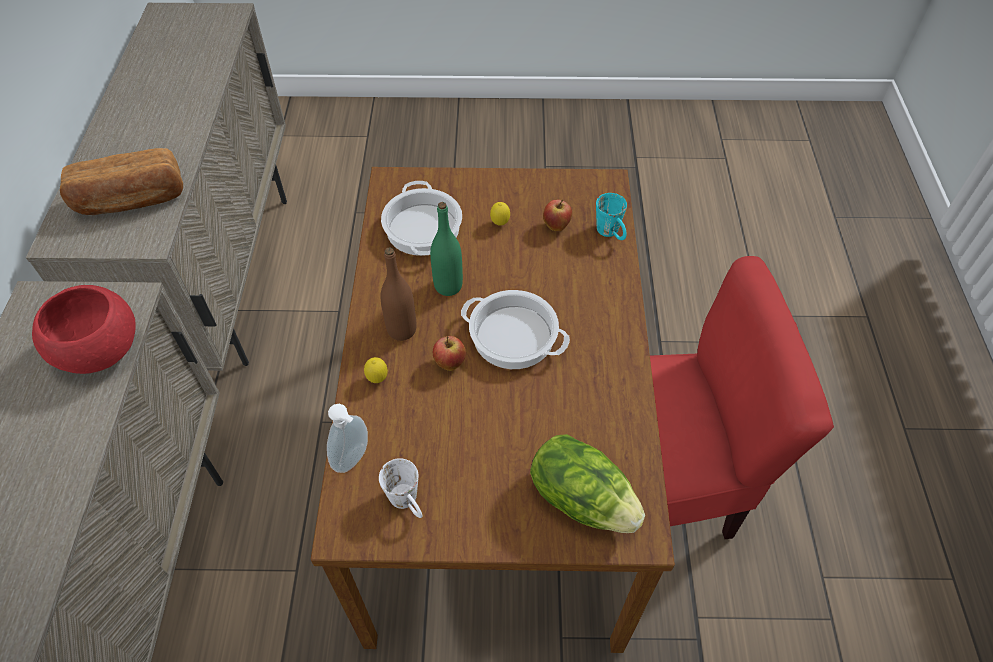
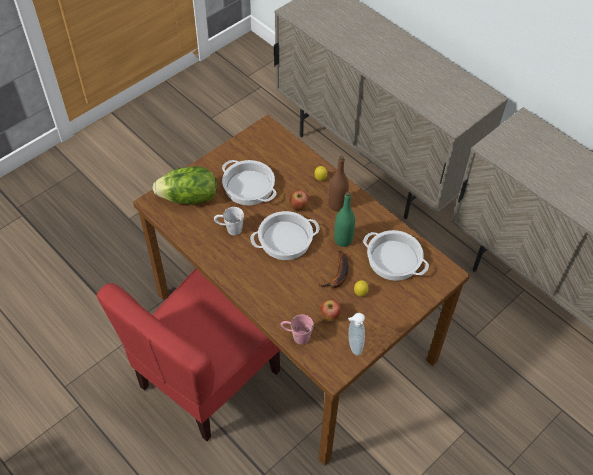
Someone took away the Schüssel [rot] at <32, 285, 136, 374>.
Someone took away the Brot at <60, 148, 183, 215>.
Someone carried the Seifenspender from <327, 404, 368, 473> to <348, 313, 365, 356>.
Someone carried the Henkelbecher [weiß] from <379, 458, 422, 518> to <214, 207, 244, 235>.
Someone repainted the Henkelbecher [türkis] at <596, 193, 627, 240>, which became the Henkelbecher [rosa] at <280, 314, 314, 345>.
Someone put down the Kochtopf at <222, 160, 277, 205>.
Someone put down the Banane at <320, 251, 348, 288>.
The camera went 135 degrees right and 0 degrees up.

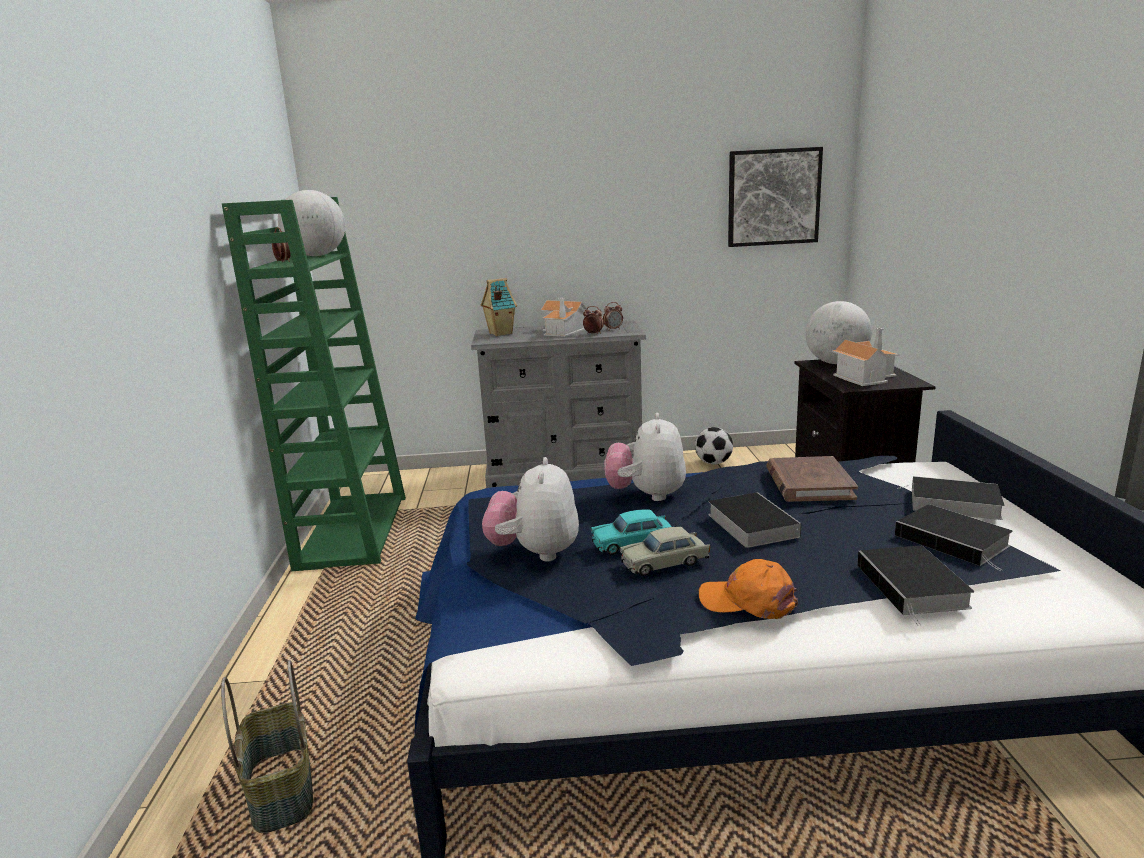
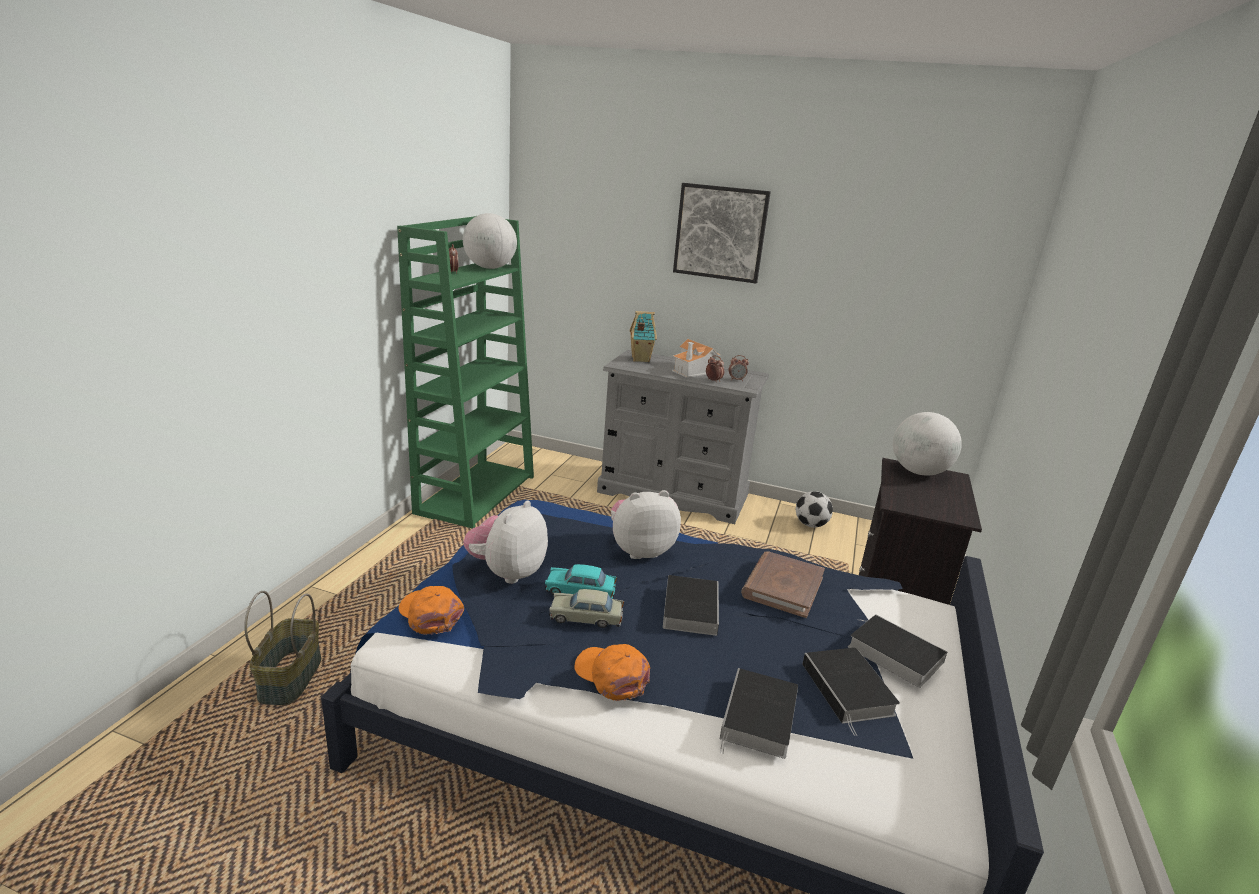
Someone rotated the Plüschtier at <604, 413, 686, 501> by 45 degrees clockwise.
Someone carried the Bild from <728, 147, 823, 247> to <673, 183, 771, 283>.
Someone took away the Spielzeughaus at <832, 328, 900, 386>.
Someone put down the Kappe [orange] at <399, 586, 464, 635>.
The camera went 20 degrees right and 5 degrees up.

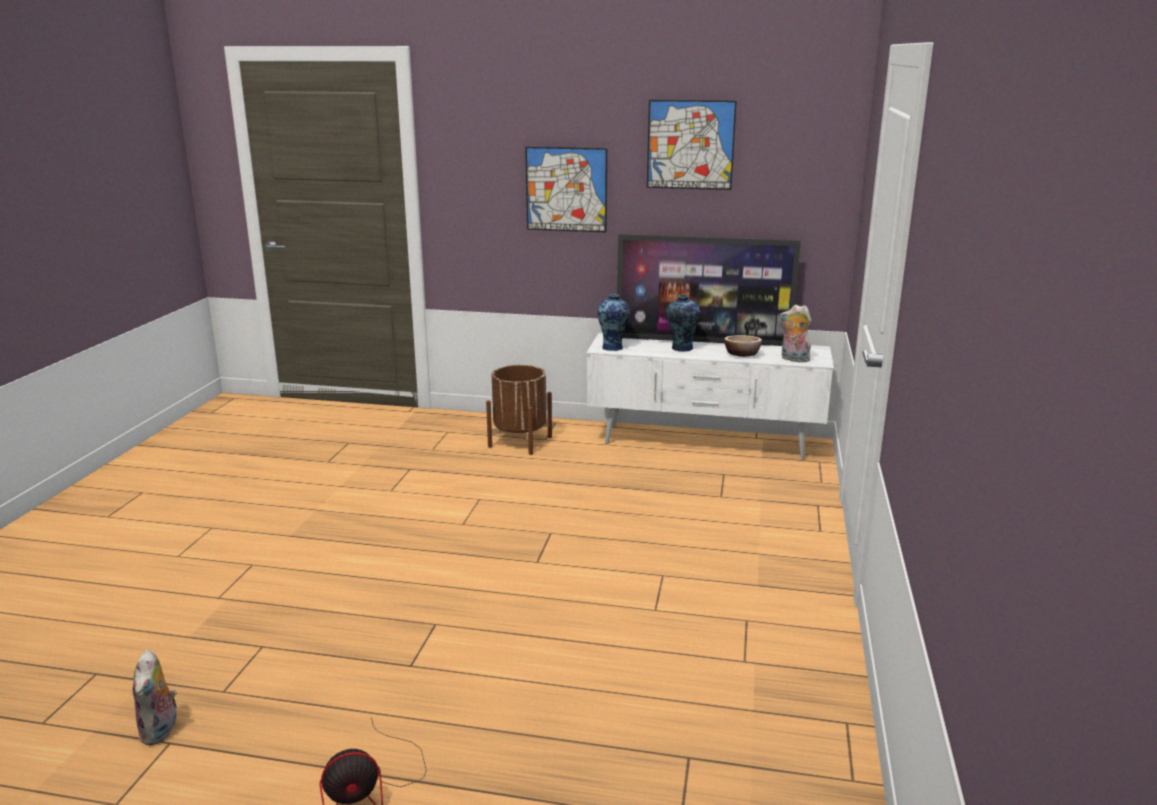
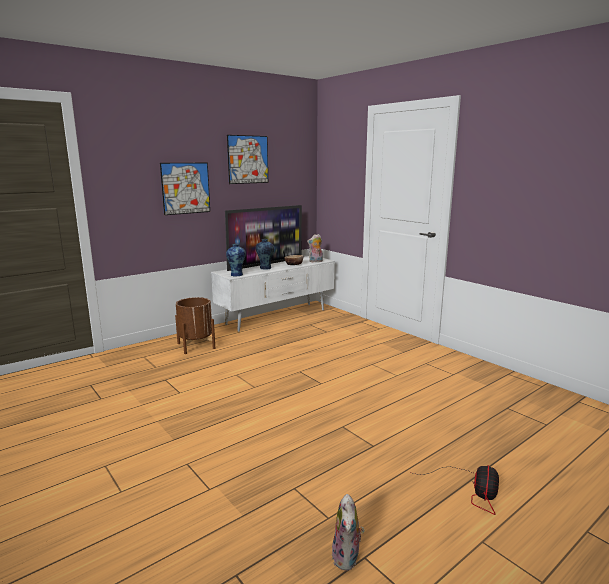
Someone rotated the Plüschtier at <133, 650, 177, 745> by 60 degrees clockwise.
The camera went 50 degrees left and 5 degrees down.

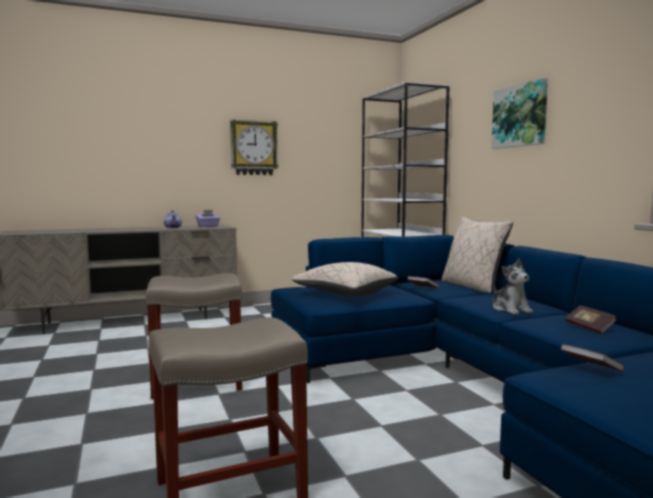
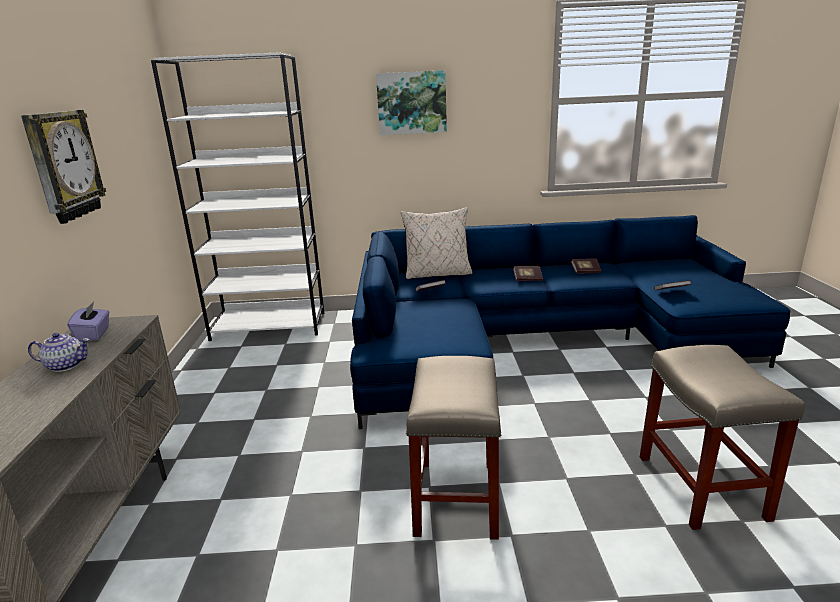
Someone took away the Kissen [beige] at <291, 262, 398, 296>.
Someone swapped the Plüschtier at <493, 258, 533, 314> for the Buch at <513, 266, 543, 281>.
The camera went 70 degrees left and 15 degrees up.

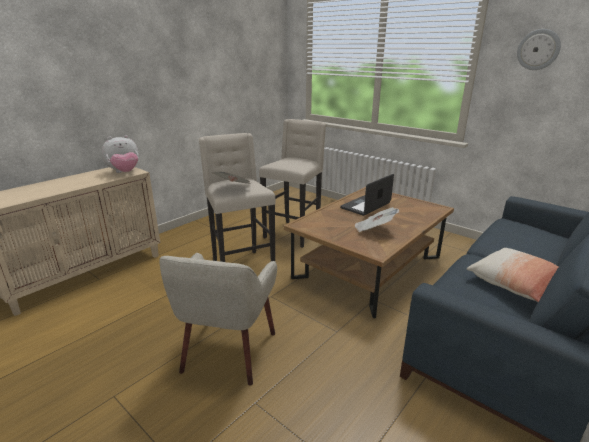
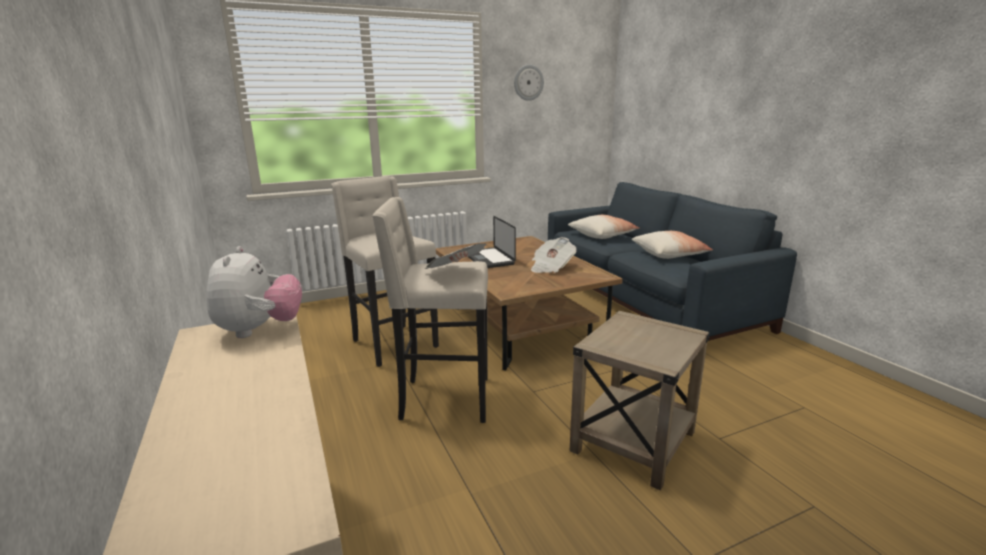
Someone swapped the Sessel [beige] at <159, 253, 277, 386> for the Beistelltisch [beige] at <570, 311, 710, 490>.
Someone put down the Kissen at <568, 215, 640, 239>.
The camera went 65 degrees left and 5 degrees down.

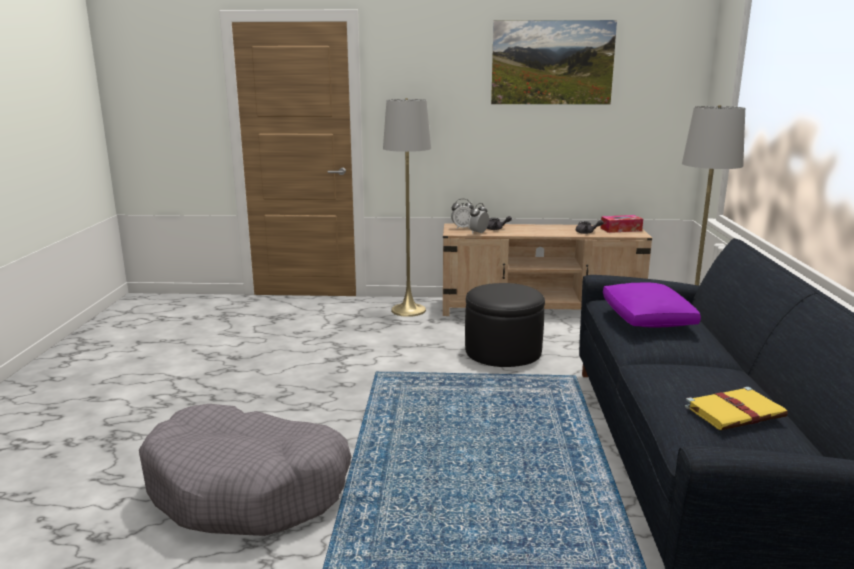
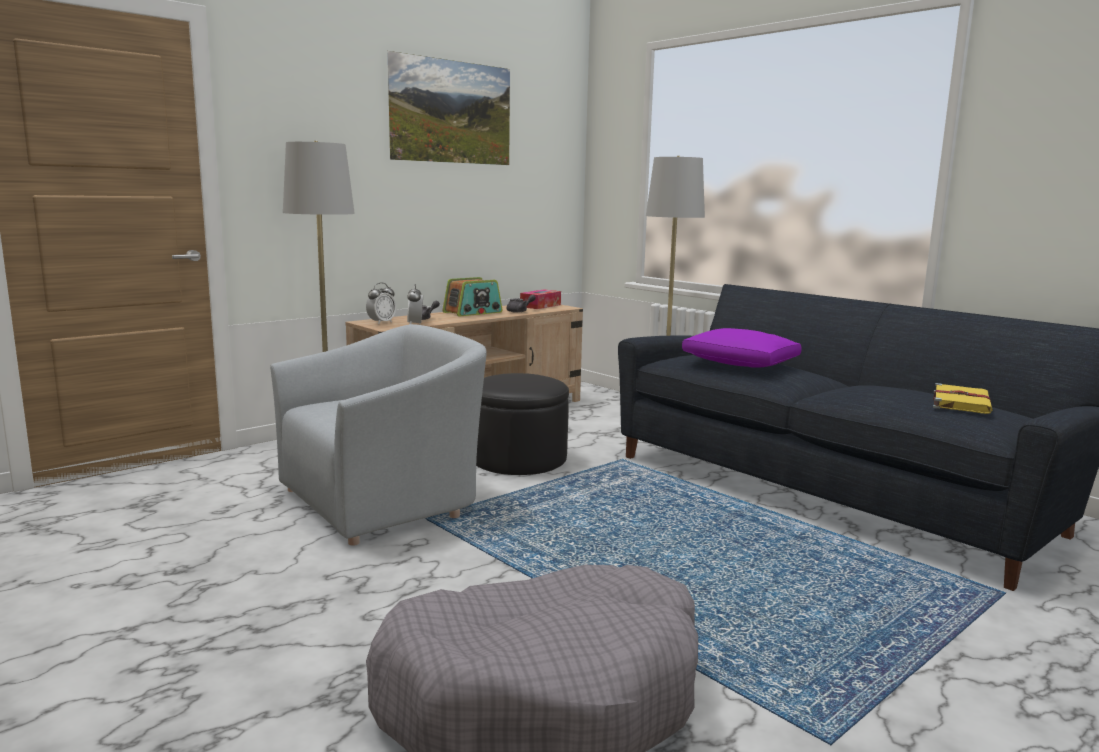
Someone put down the Sessel [grau] at <270, 324, 487, 546>.
Someone put down the Radio at <442, 277, 503, 316>.
The camera went 45 degrees left and 5 degrees down.

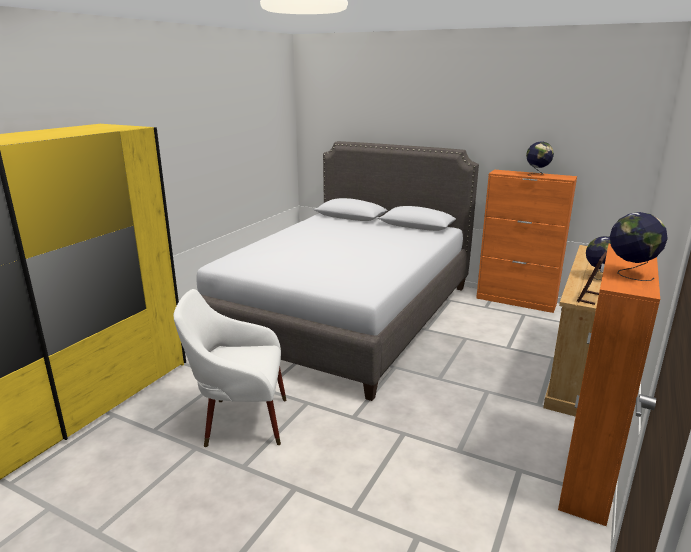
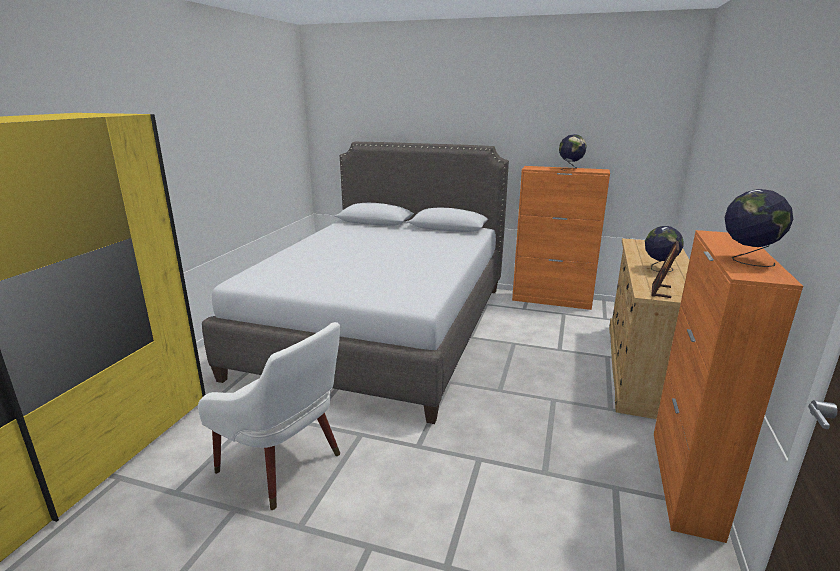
Someone rotated the Sessel [weiß] at <173, 289, 287, 447> by 135 degrees counterclockwise.
The camera went 10 degrees left and 0 degrees up.

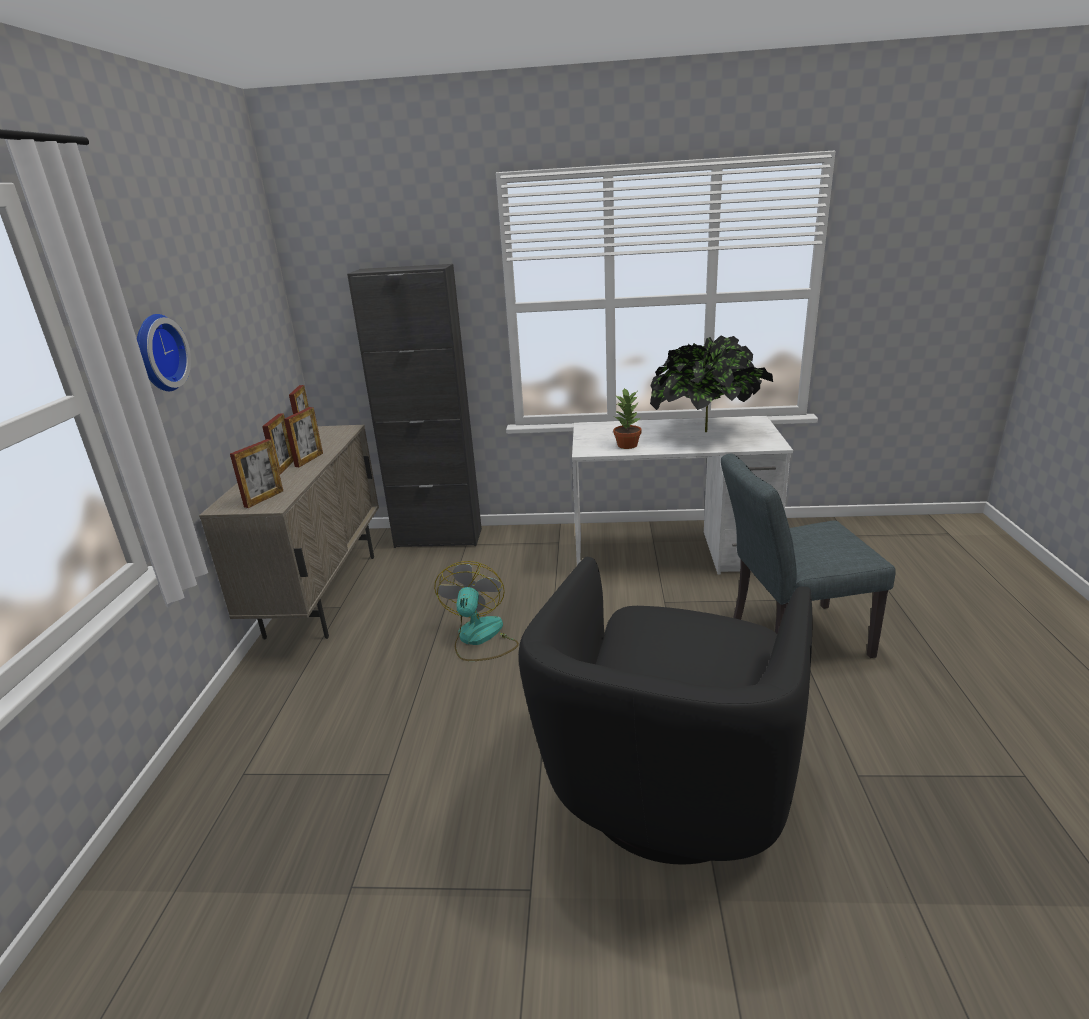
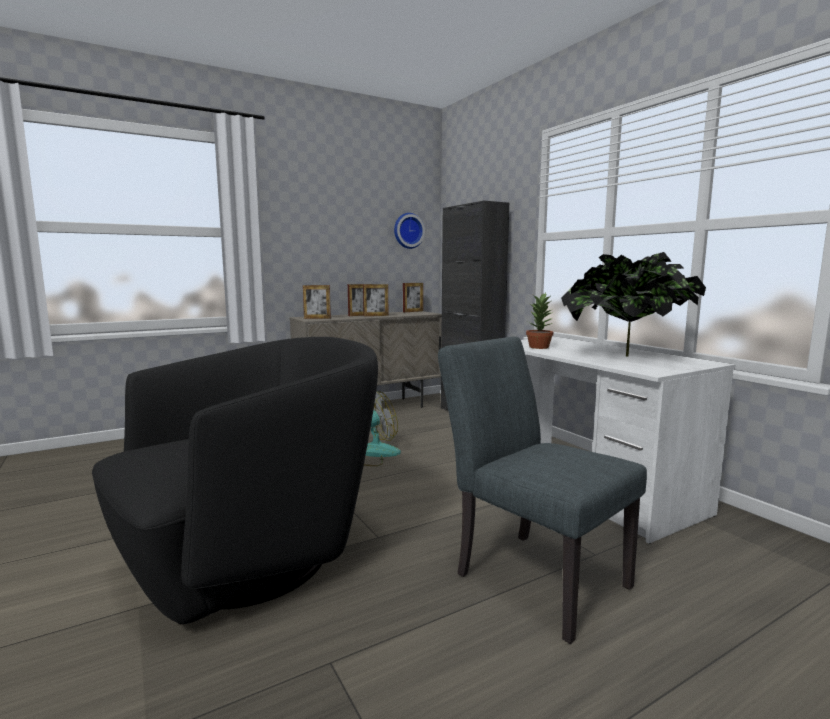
Someone carried the Wanduhr from <137, 314, 191, 391> to <394, 213, 425, 249>.
Someone rotated the Sessel [schwarz] at <519, 557, 812, 865> by 150 degrees clockwise.
The camera went 55 degrees right and 15 degrees down.

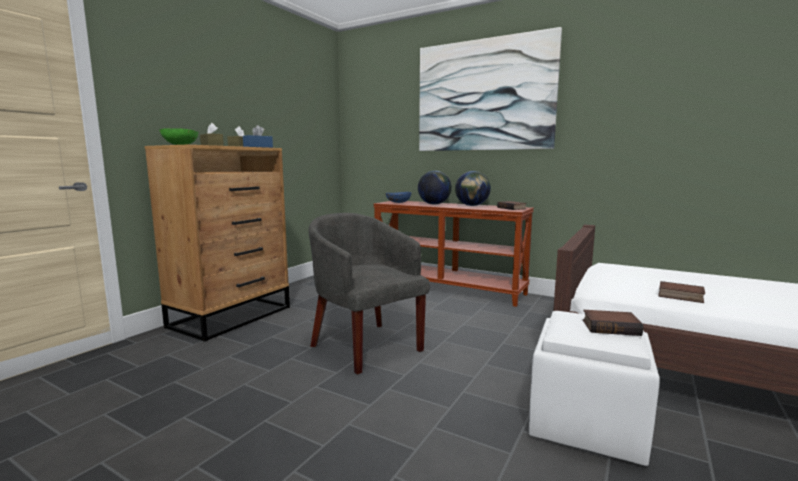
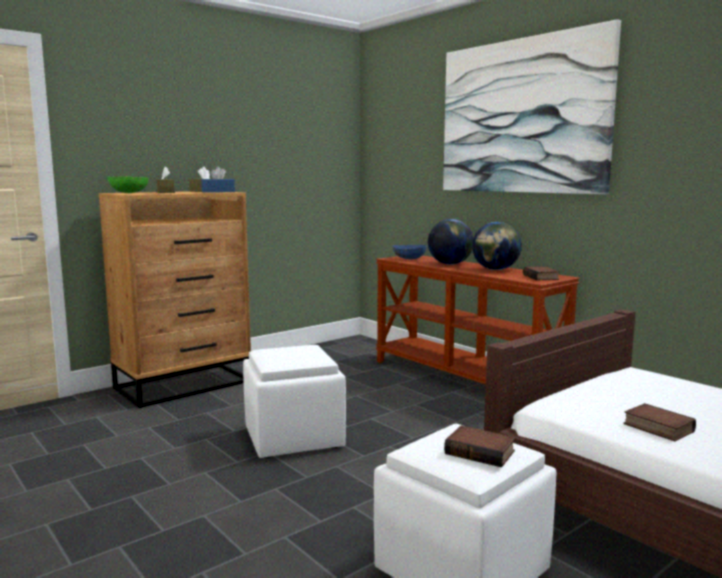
Someone swapped the Sessel [grau] at <308, 213, 430, 374> for the Polsterhocker [weiß] at <243, 345, 346, 458>.
The camera went 20 degrees right and 0 degrees up.

